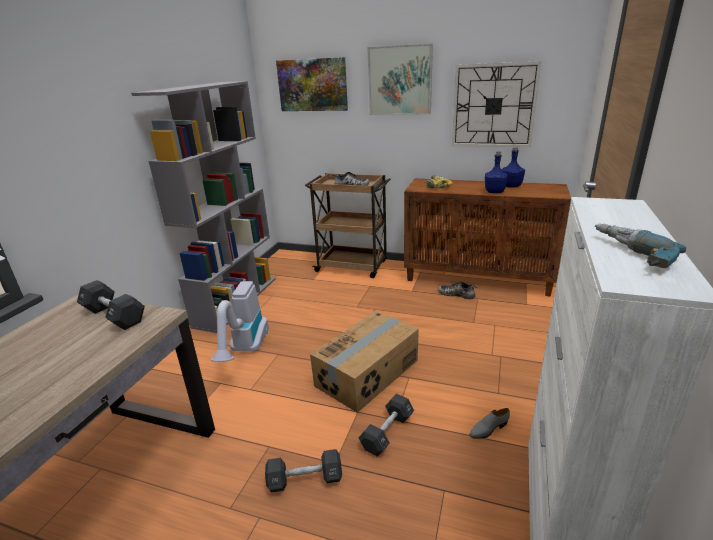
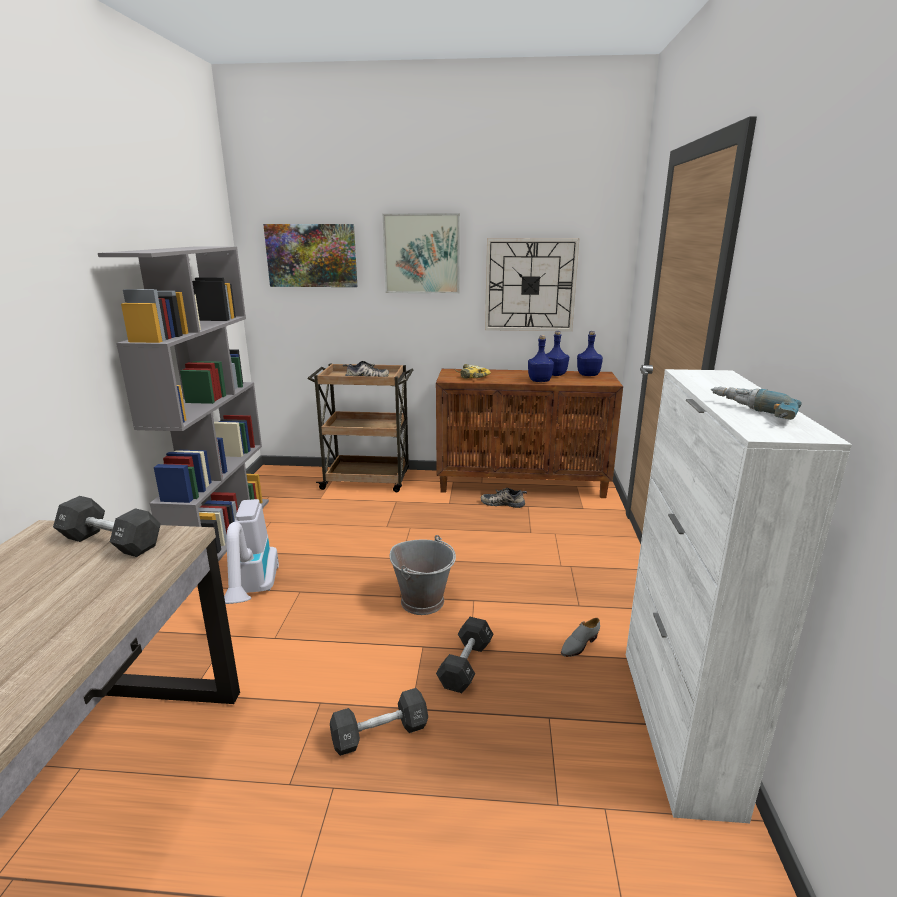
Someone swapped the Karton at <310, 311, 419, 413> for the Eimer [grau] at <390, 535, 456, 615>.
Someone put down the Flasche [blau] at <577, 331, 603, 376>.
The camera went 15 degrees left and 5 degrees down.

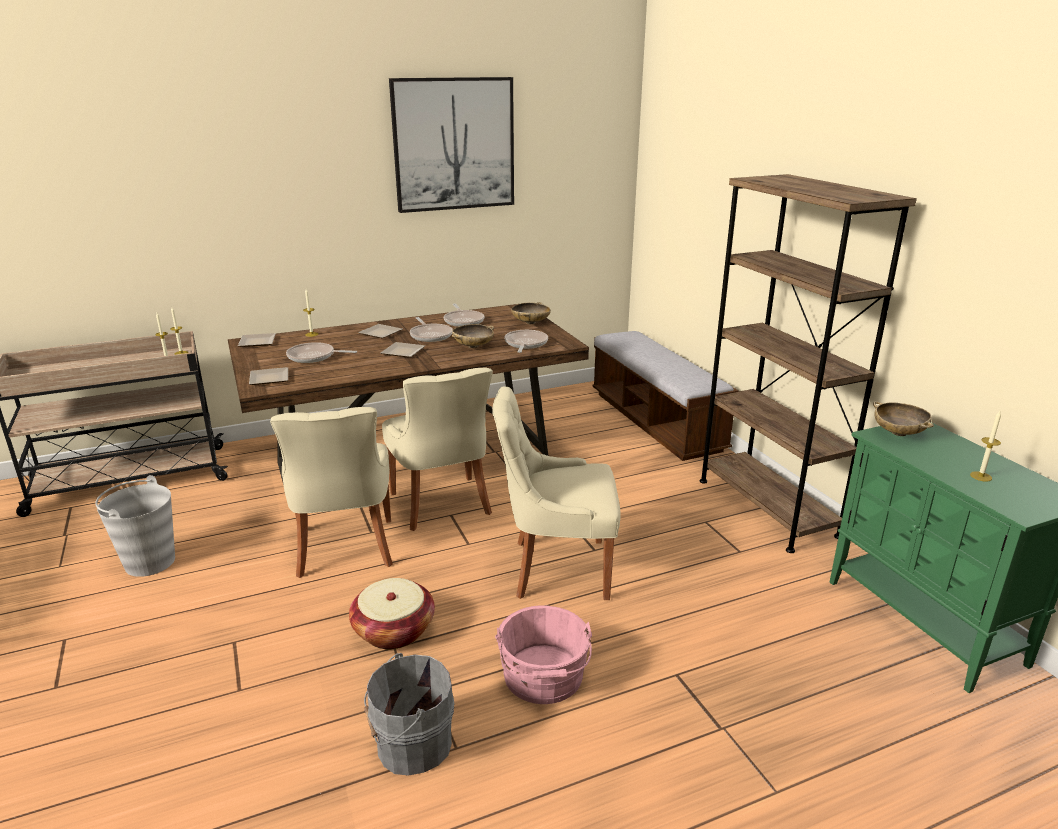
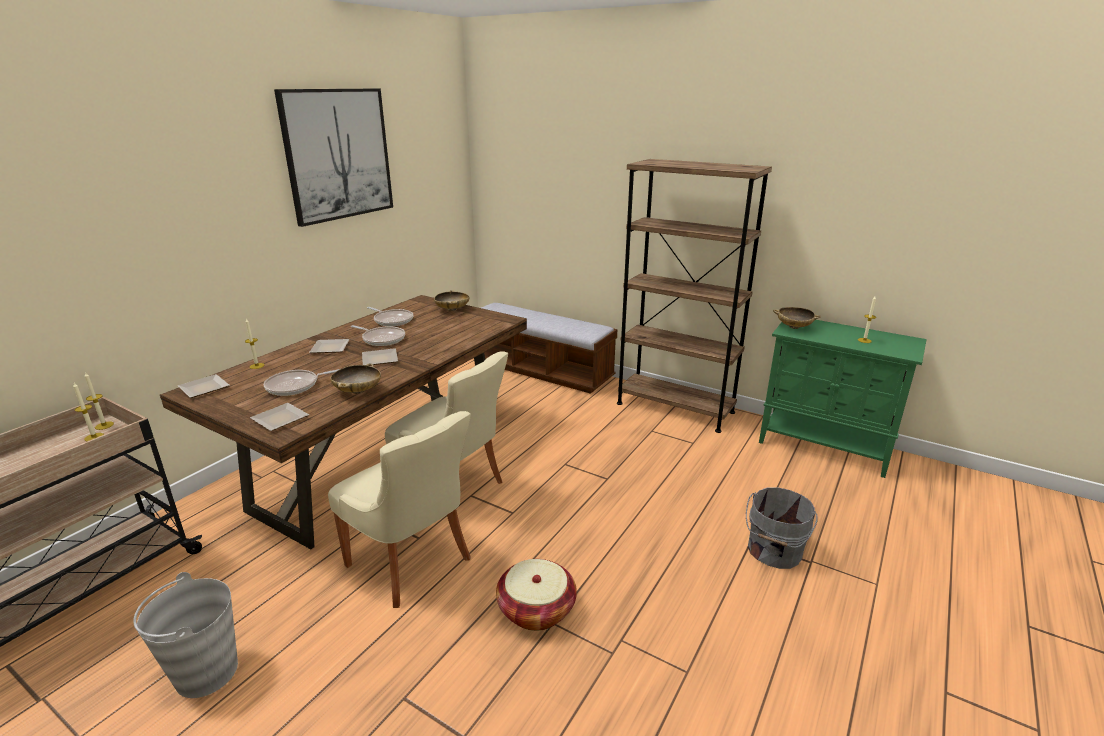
Someone carried the Eimer [grau] from <364, 653, 455, 776> to <746, 487, 818, 569>.
Someone carried the Schüssel [beige] from <452, 324, 494, 348> to <330, 363, 381, 394>.
Someone took away the Stuhl [beige] at <492, 387, 620, 600>.
Someone took away the Eimer [rosa] at <495, 605, 592, 704>.
Someone took away the Pfanne at <504, 330, 548, 353>.
The camera went 35 degrees left and 0 degrees up.

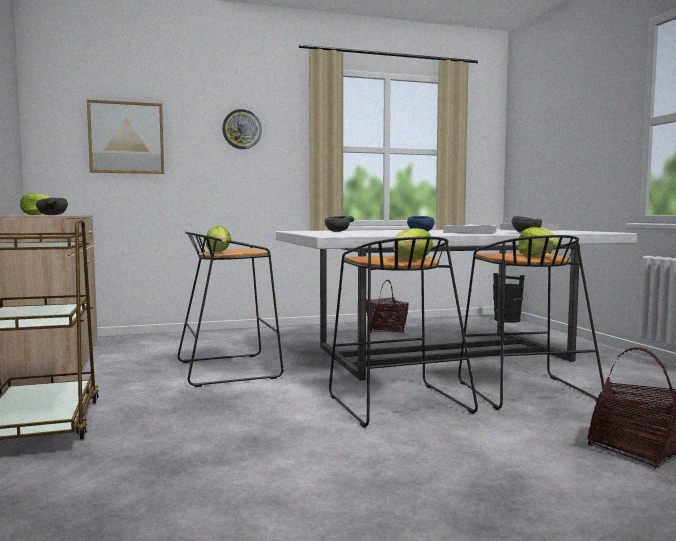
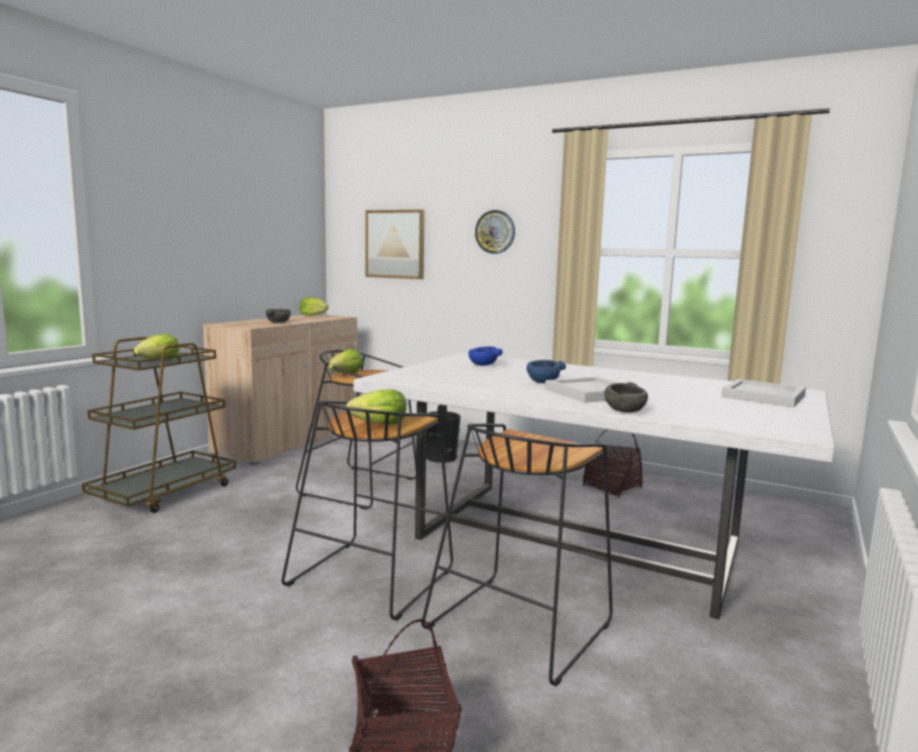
Someone repainted the Schüssel [grau] at <325, 216, 354, 232>, which became the Schüssel [blau] at <469, 347, 503, 366>.
Someone carried the Eimer [schwarz] from <493, 273, 525, 323> to <426, 404, 461, 463>.
Someone carried the Salatkopf from <518, 227, 559, 256> to <134, 334, 179, 360>.
The camera went 45 degrees right and 5 degrees up.

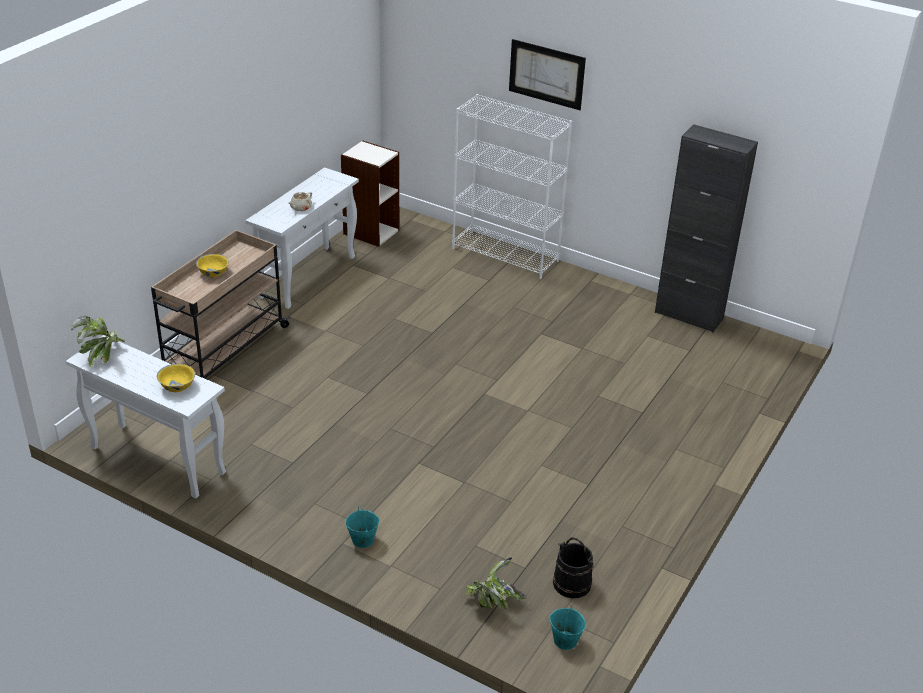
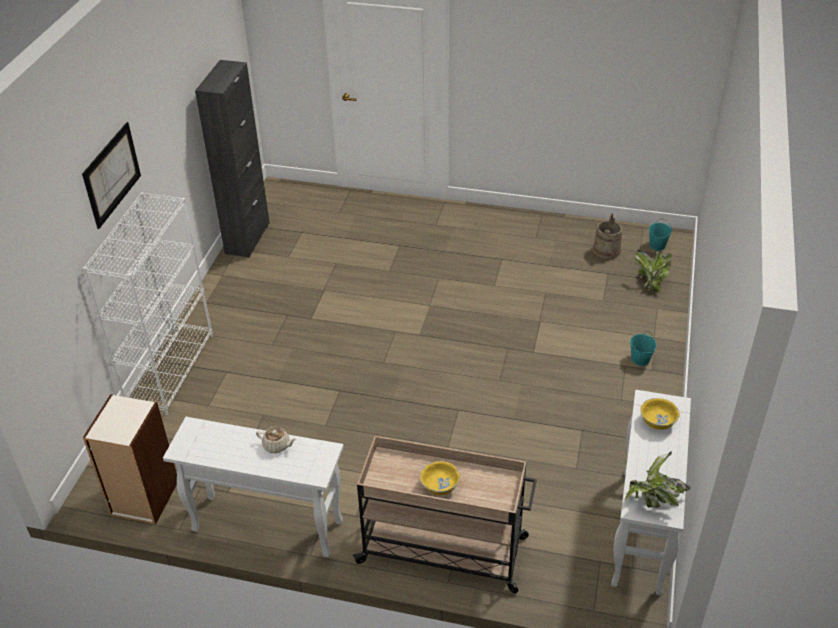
Someone repainted the Eimer [schwarz] at <553, 537, 593, 598>, which became the Eimer [beige] at <593, 213, 622, 259>.
The camera went 105 degrees left and 5 degrees up.

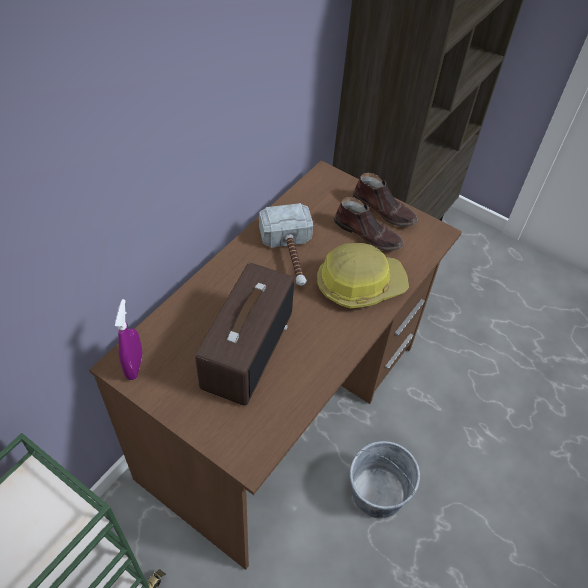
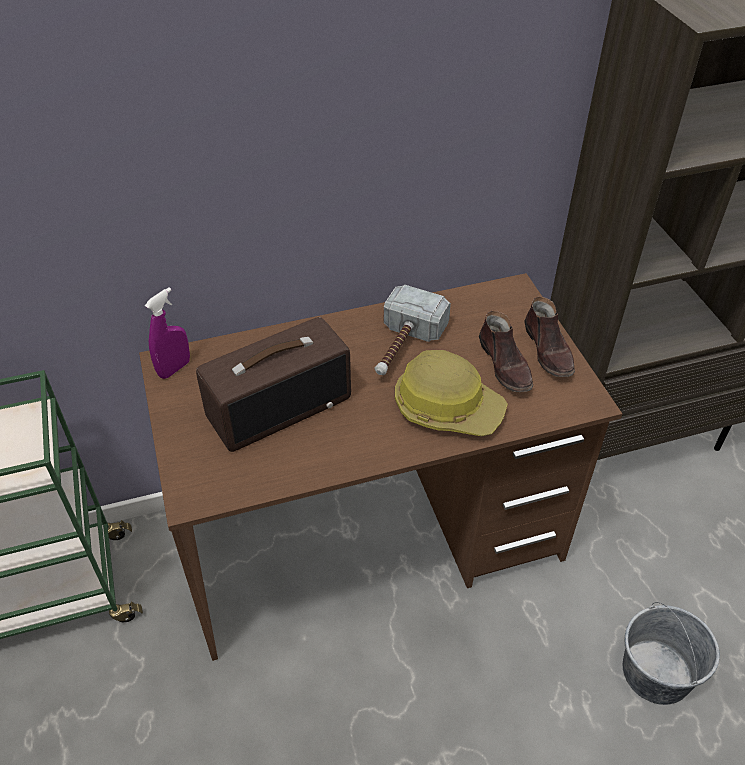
Someone carried the Eimer [grau] from <350, 441, 420, 519> to <623, 602, 720, 705>.
The camera went 40 degrees right and 5 degrees down.

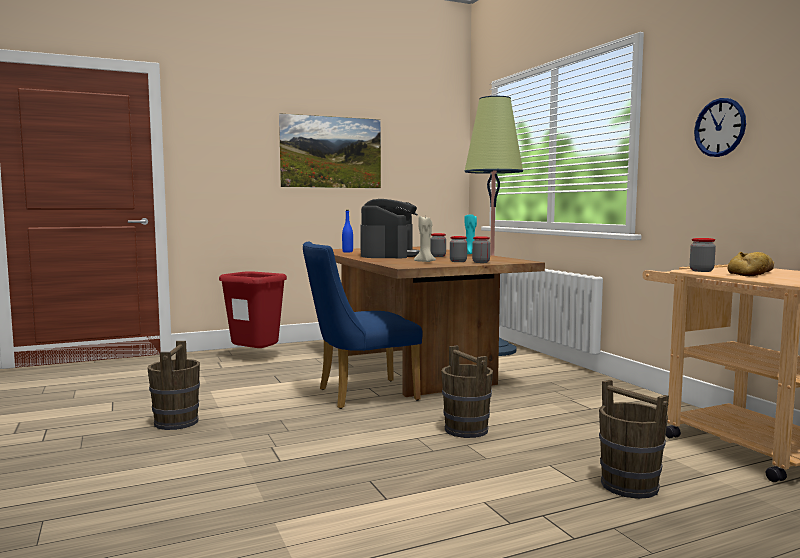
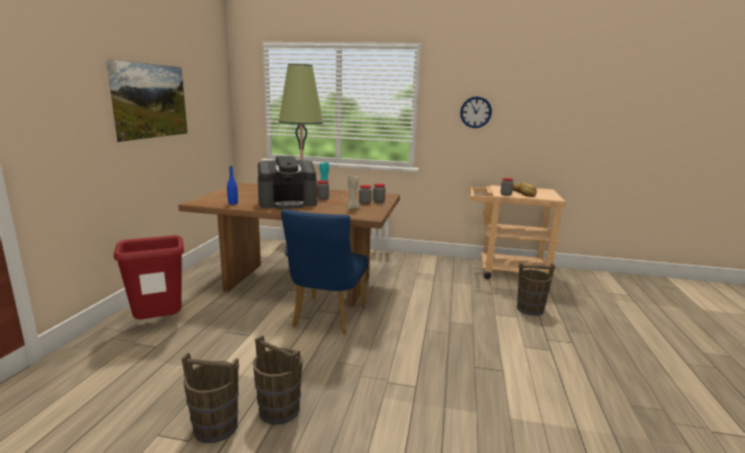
Someone rotated the Kaffeemaschine at <360, 199, 420, 258> by 120 degrees clockwise.
Someone carried the Eimer [braun] from <442, 345, 493, 438> to <182, 353, 239, 443>.
The camera went 55 degrees left and 10 degrees up.

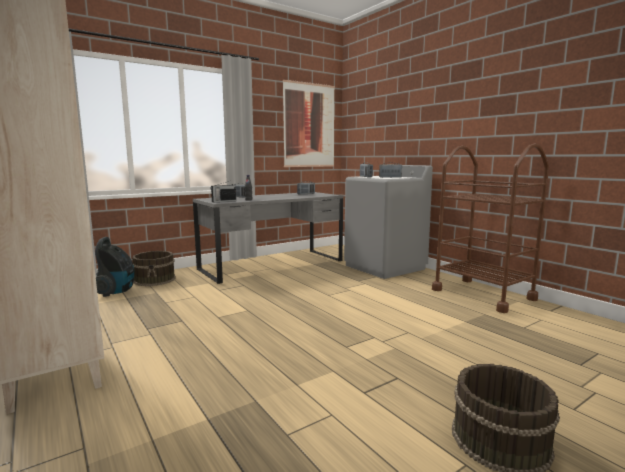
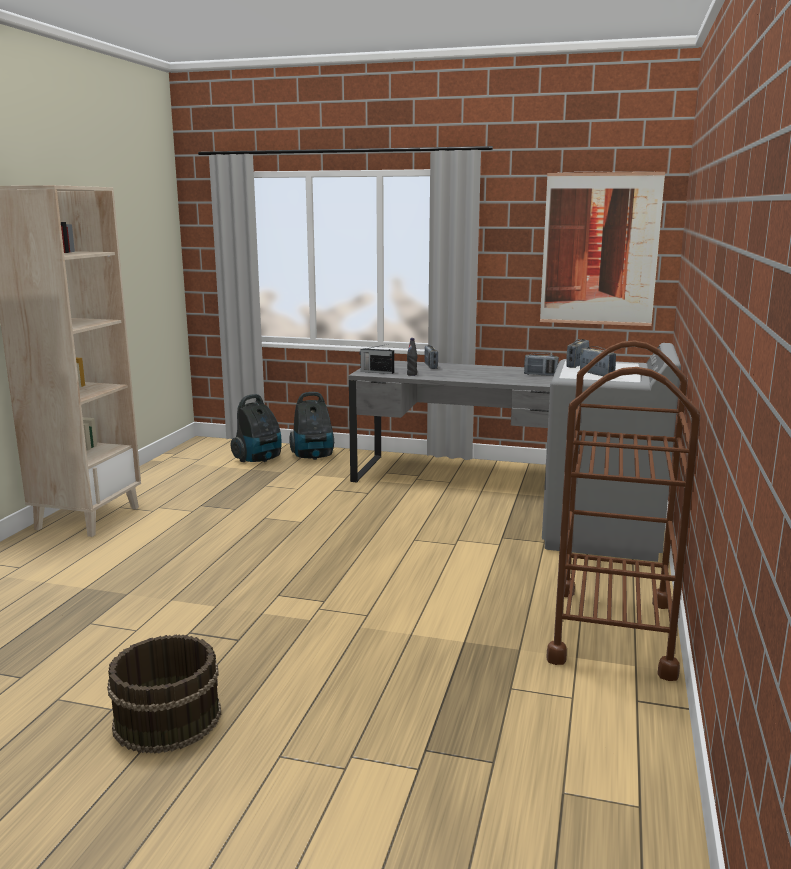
Someone swapped the Eimer [braun] at <132, 251, 176, 286> for the Staubsauger at <289, 392, 334, 460>.
The camera went 50 degrees right and 5 degrees up.

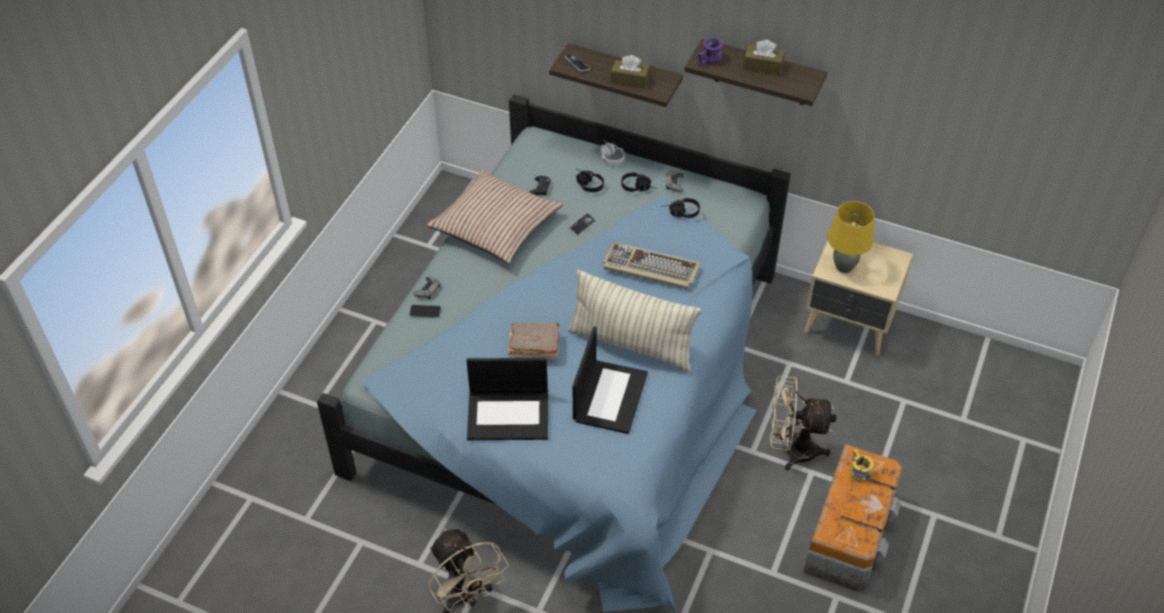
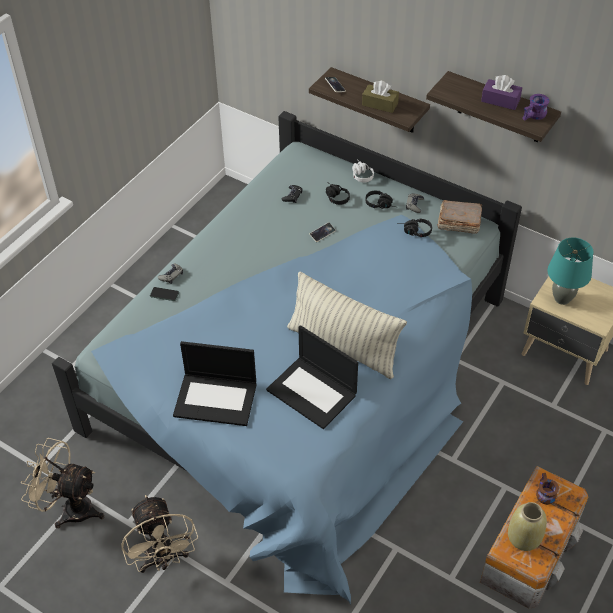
Someone took away the Kissen at <426, 170, 563, 264>.
Someone carried the Buch [braun] from <508, 322, 559, 360> to <437, 200, 482, 234>.
Someone rotated the Laptop at <573, 326, 648, 434> by 105 degrees clockwise.
Someone took away the Tastatur at <603, 242, 700, 289>.
Someone carried the Henkelbecher [lila] from <698, 38, 723, 67> to <522, 94, 549, 121>.
Someone repainted the Taschentuchbox [braun] at <743, 40, 785, 75>, which became the Taschentuchbox [lila] at <481, 75, 522, 110>.
Someone carried the Ventilator [beige] from <770, 376, 837, 470> to <21, 438, 104, 528>.
Someone repainted the Tischlampe [gelb] at <827, 201, 874, 273>, which became the Tischlampe [türkis] at <547, 238, 593, 305>.
Someone repainted the Henkelbecher [gelb] at <850, 449, 873, 482>, which became the Henkelbecher [braun] at <536, 473, 559, 505>.
Someone put down the Vase [beige] at <508, 502, 547, 551>.
The camera went 10 degrees right and 0 degrees up.

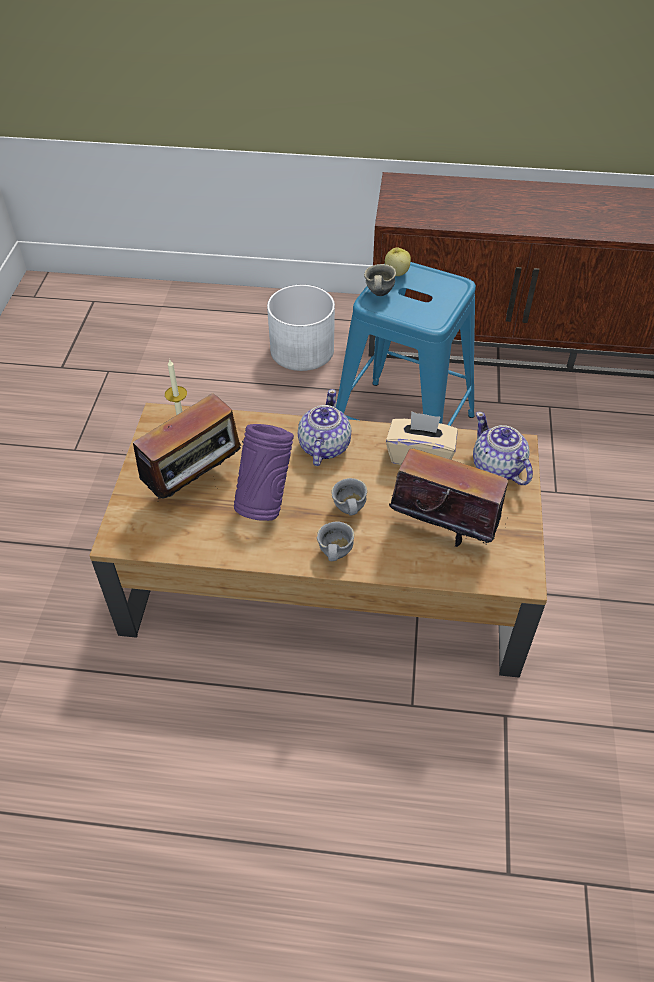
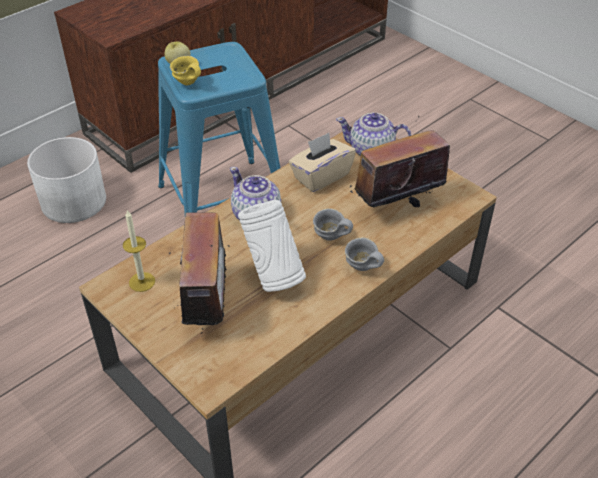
Someone repainted the Vase [lila] at <234, 424, 294, 521>, which became the Vase [weiß] at <238, 200, 306, 292>.
Someone repainted the Henkelbecher [grau] at <364, 264, 396, 296>, which became the Henkelbecher [gelb] at <170, 56, 201, 85>.
The camera went 50 degrees left and 5 degrees down.

